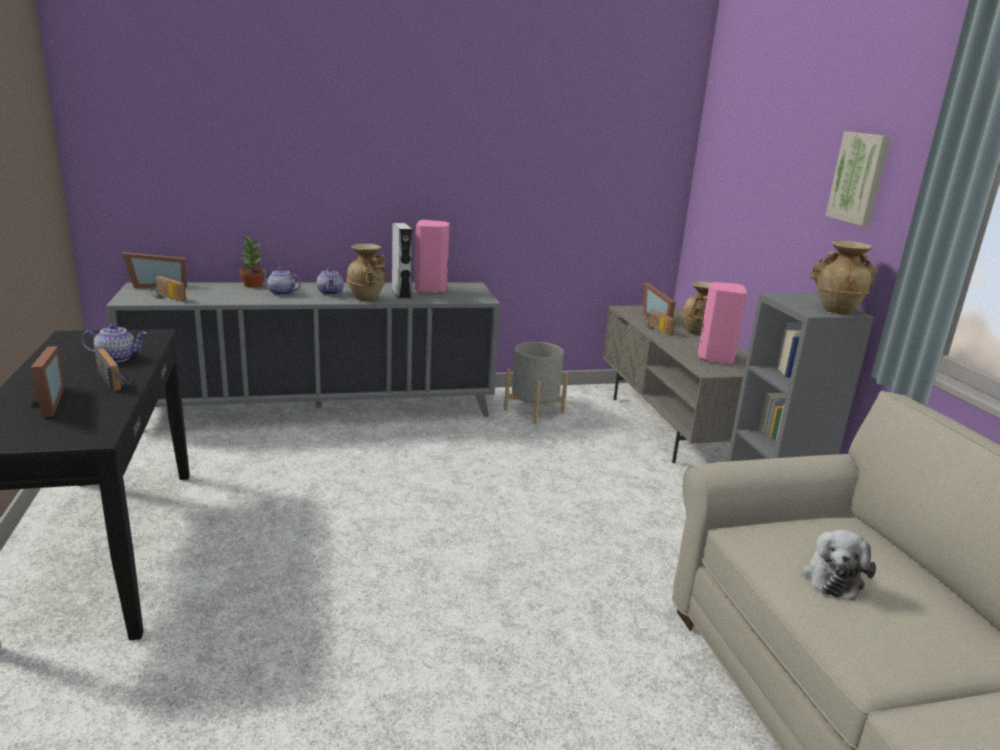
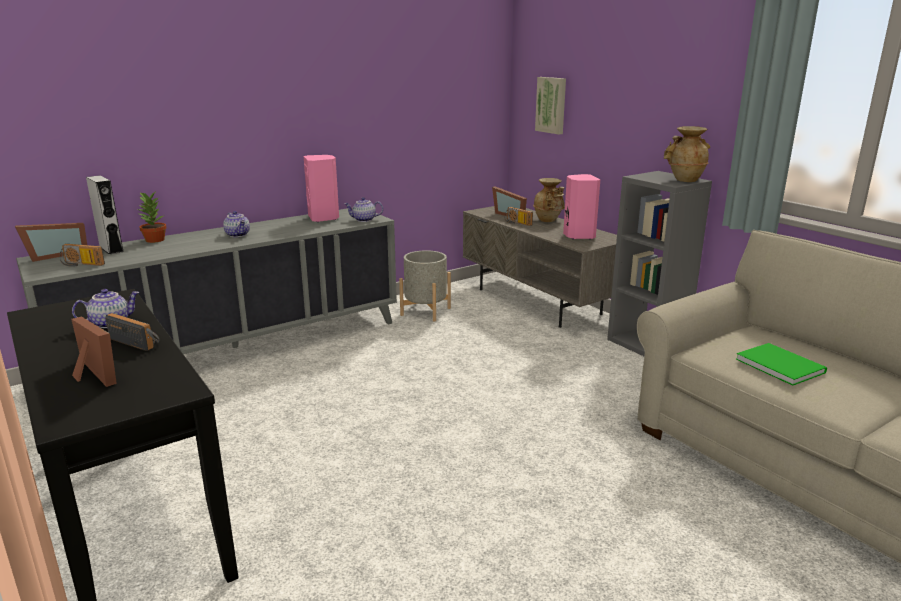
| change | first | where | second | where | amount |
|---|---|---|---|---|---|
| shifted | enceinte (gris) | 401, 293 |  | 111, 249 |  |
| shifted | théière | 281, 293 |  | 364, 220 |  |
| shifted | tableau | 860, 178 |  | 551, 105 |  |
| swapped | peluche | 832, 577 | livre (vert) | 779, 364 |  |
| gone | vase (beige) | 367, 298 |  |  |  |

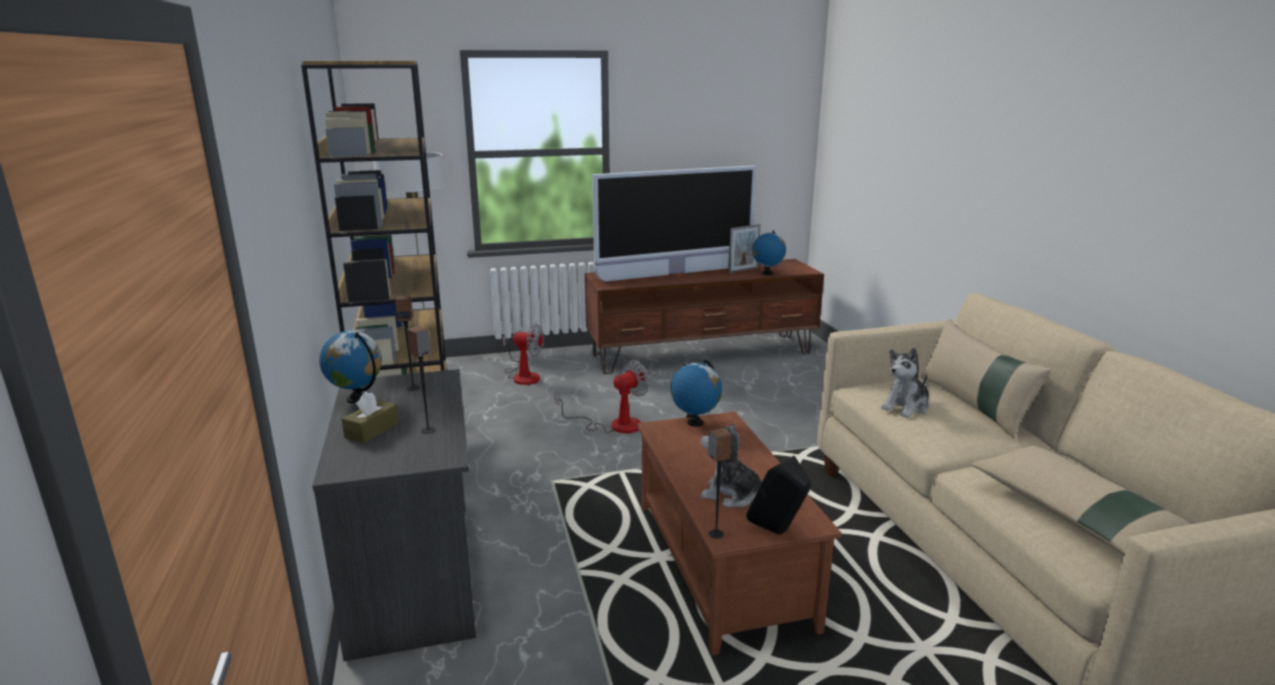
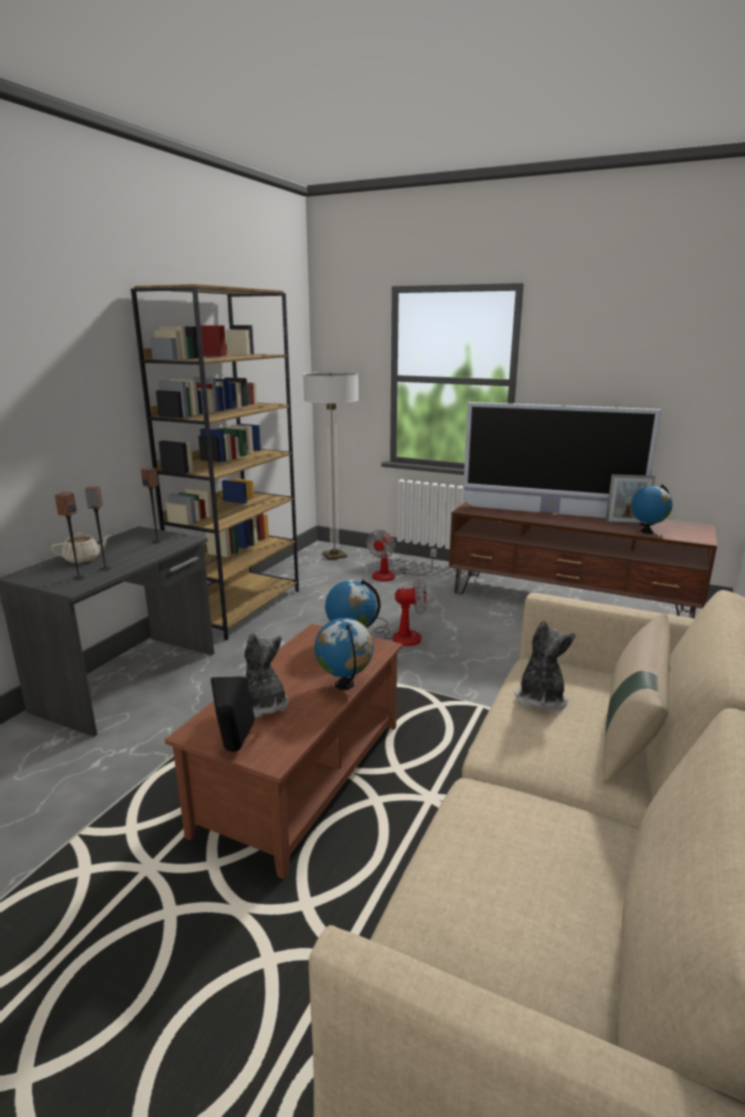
| change | first | where | second | where | amount |
|---|---|---|---|---|---|
| swapped | boîte à mouchoirs (marron) | 372, 430 | théière (beige) | 83, 559 |  |
| shifted | enceinte | 715, 534 |  | 78, 577 |  |
| shifted | globe | 357, 399 |  | 345, 685 |  |
| rotated | ventilateur | 523, 375 |  | 392, 575 | 60 degrees clockwise |
| rotated | peluche | 906, 407 |  | 540, 698 | 105 degrees clockwise |
| gone | coussin (beige) | 1075, 516 |  |  |  |

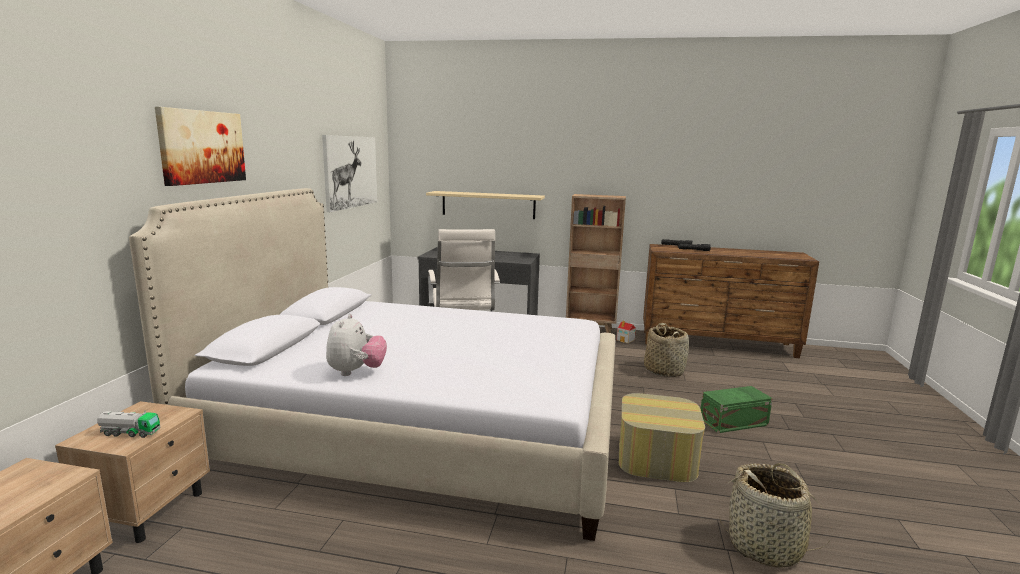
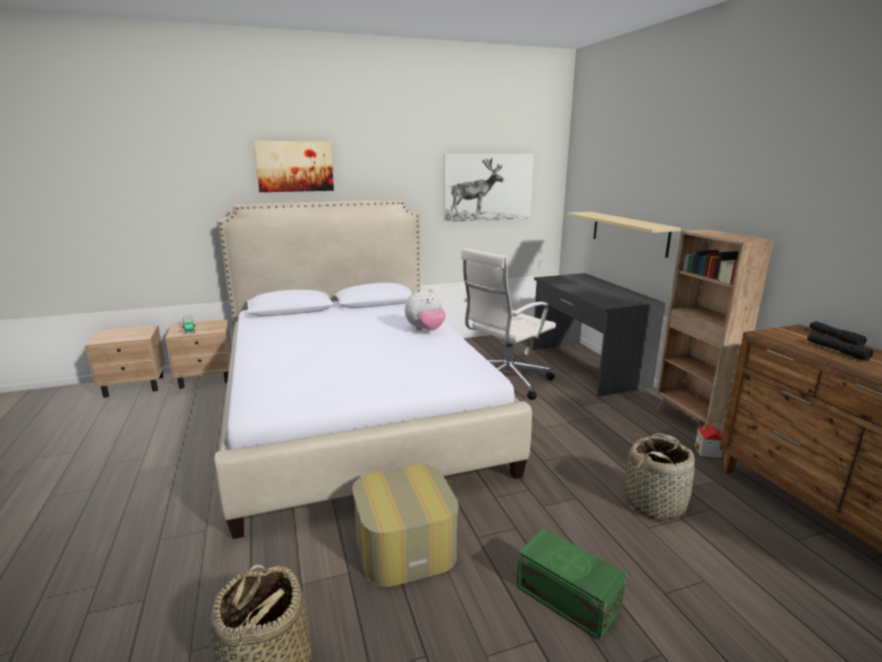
| change | first | where | second | where | amount |
|---|---|---|---|---|---|
| shifted | peluche | 356, 372 |  | 425, 330 |  |

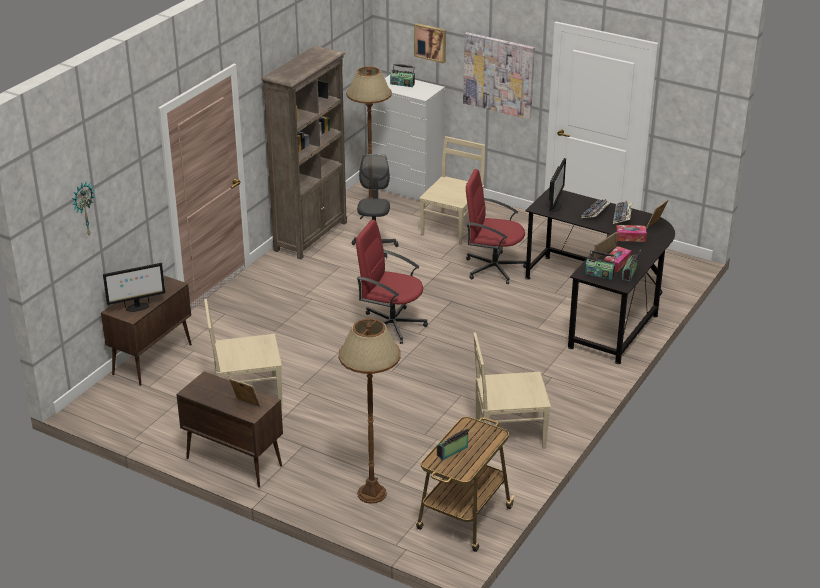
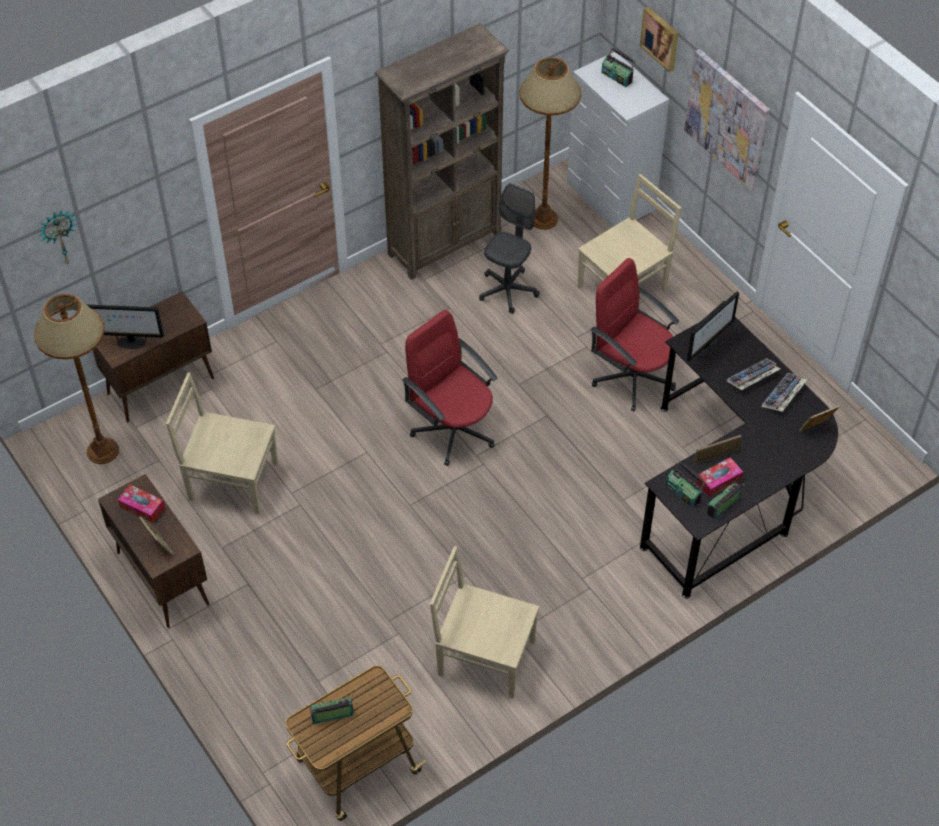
| change | first | where | second | where | amount |
|---|---|---|---|---|---|
| shifted | lampadaire (marron) | 371, 493 |  | 103, 450 |  |
| shifted | boîte à mouchoirs | 630, 237 |  | 142, 507 |  |

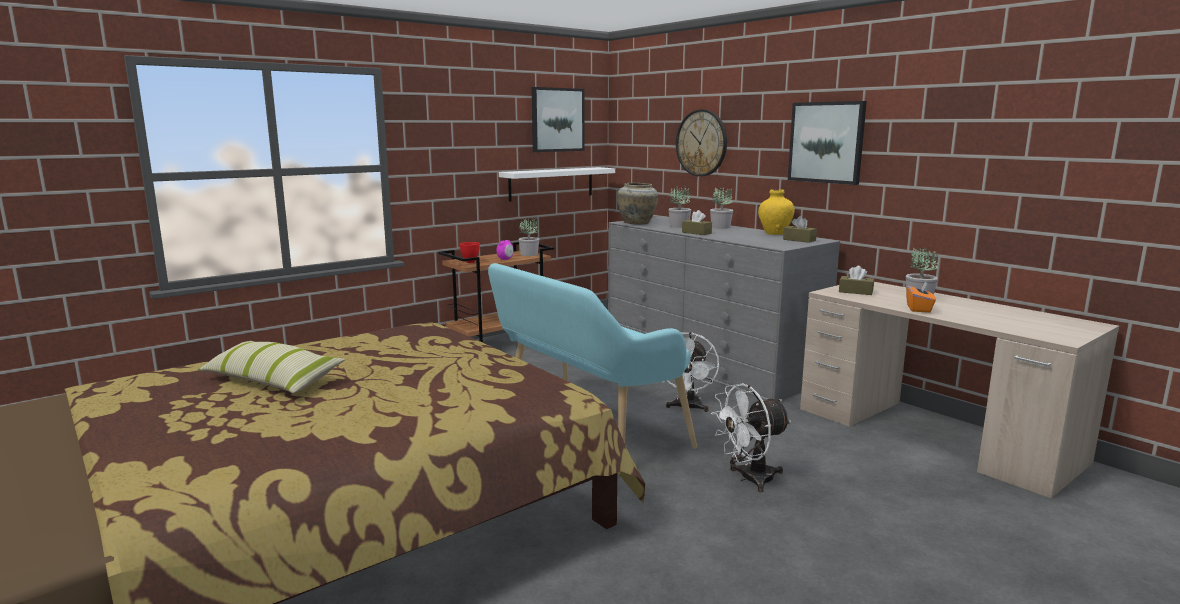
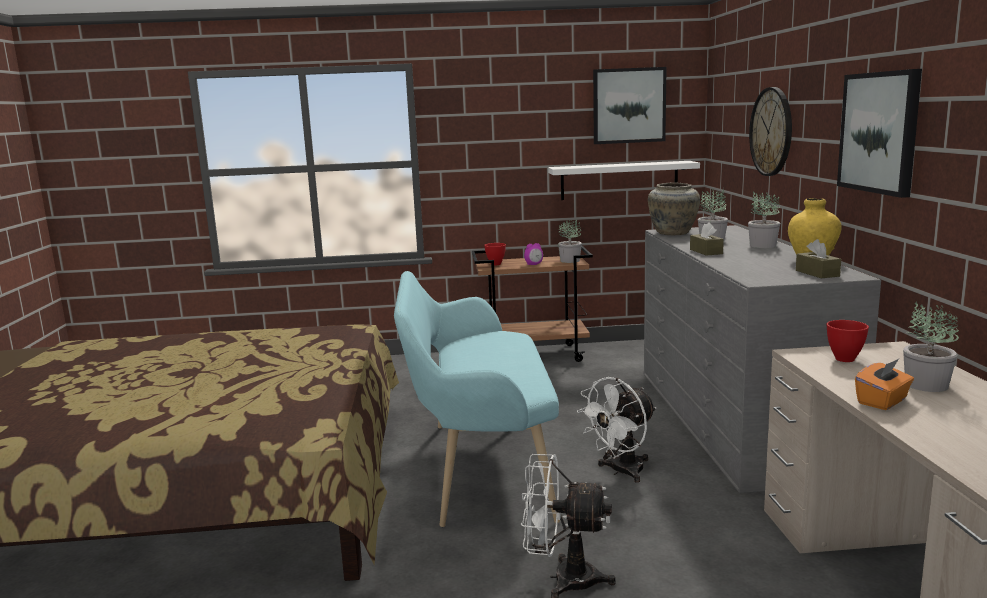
| change | first | where | second | where | amount |
|---|---|---|---|---|---|
| swapped | boîte à mouchoirs (marron) | 855, 292 | bol (rouge) | 843, 359 |  |
| gone | coussin | 272, 380 |  |  |  |

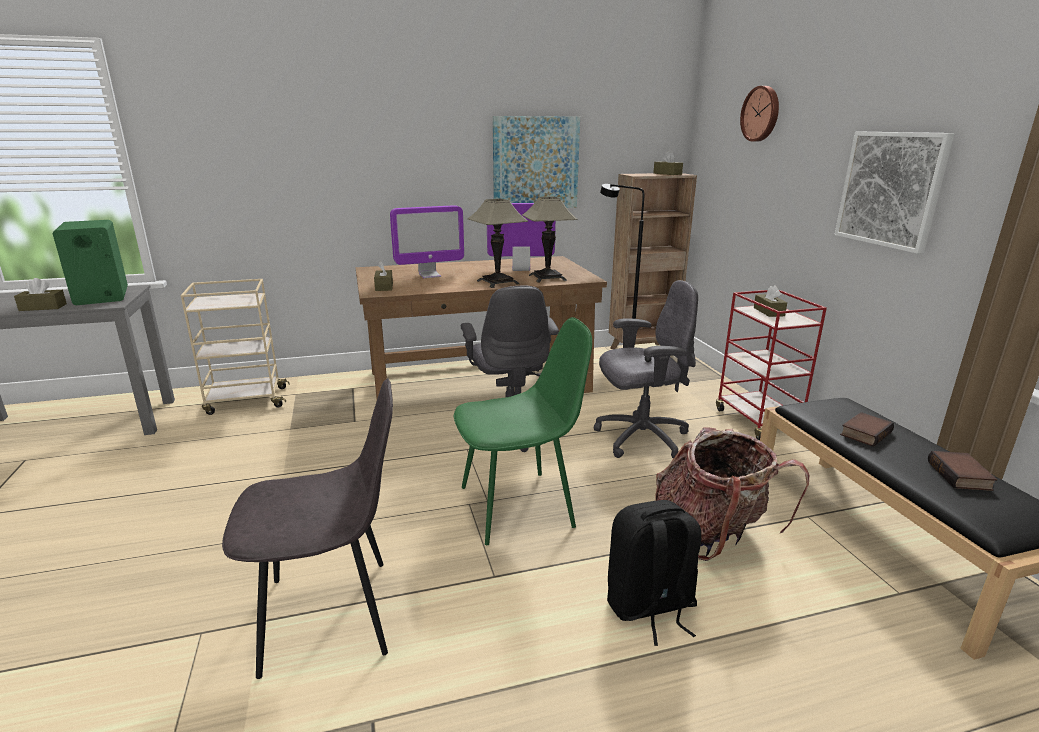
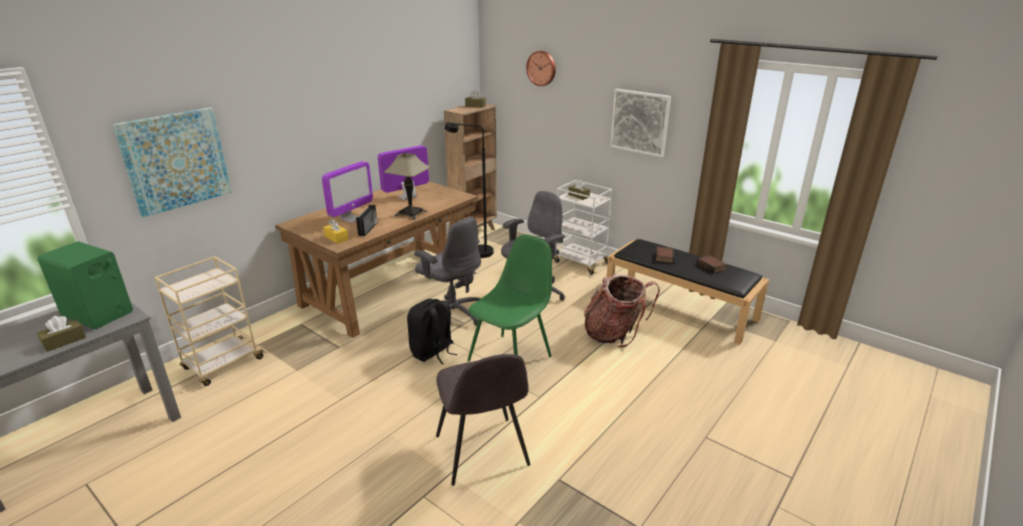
| change | first | where | second | where | amount |
|---|---|---|---|---|---|
| shifted | tableau | 535, 163 |  | 176, 160 |  |
| repainted | boîte à mouchoirs (marron) | 384, 286 | boîte à mouchoirs (jaune) | 336, 238 |  |
| new |  |  | radio | 368, 229 |  |
| shifted | sac à dos (noir) | 650, 607 |  | 432, 352 |  |
| rotated | chaise (gris) | 332, 614 |  | 482, 452 | 120 degrees clockwise |
| repainted | chariot (rouge) | 757, 420 | chariot (blanc) | 580, 262 |  |
| gone | lampe de table | 547, 278 |  |  |  |

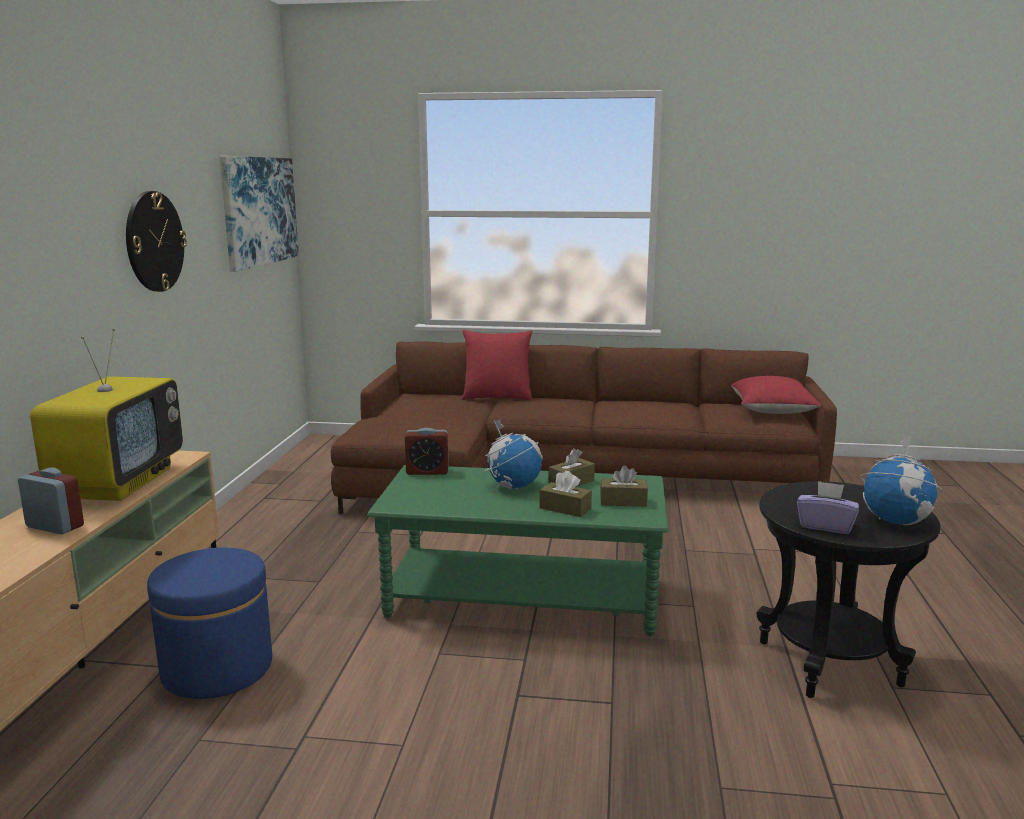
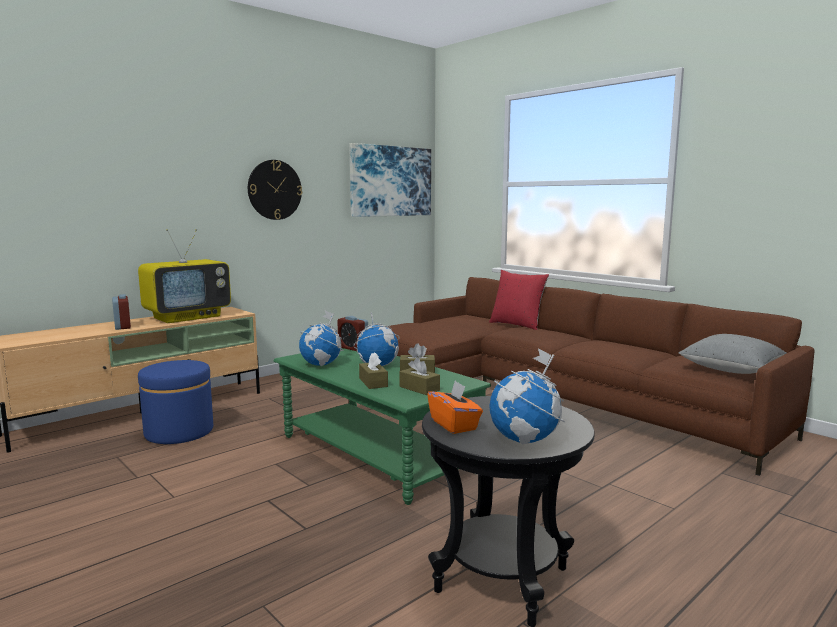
| change | first | where | second | where | amount |
|---|---|---|---|---|---|
| new |  |  | globe | 321, 364 |  |
| repainted | boîte à mouchoirs (violet) | 825, 526 | boîte à mouchoirs (orange) | 454, 425 |  |
| repainted | coussin (rouge) | 772, 411 | coussin (gris) | 731, 370 |  |

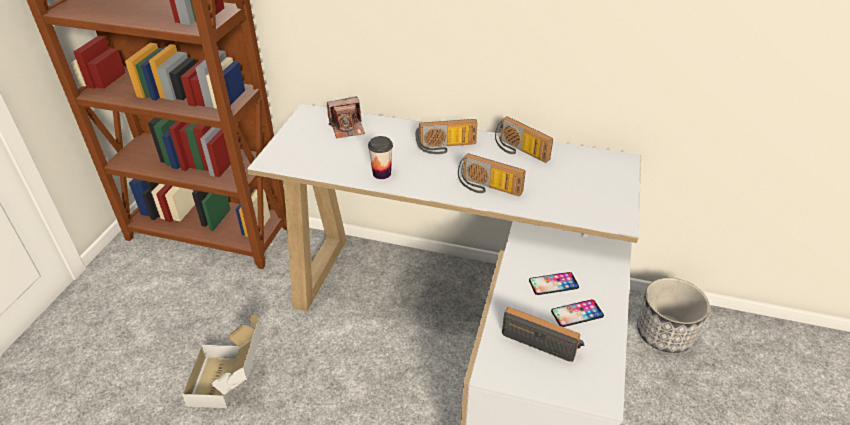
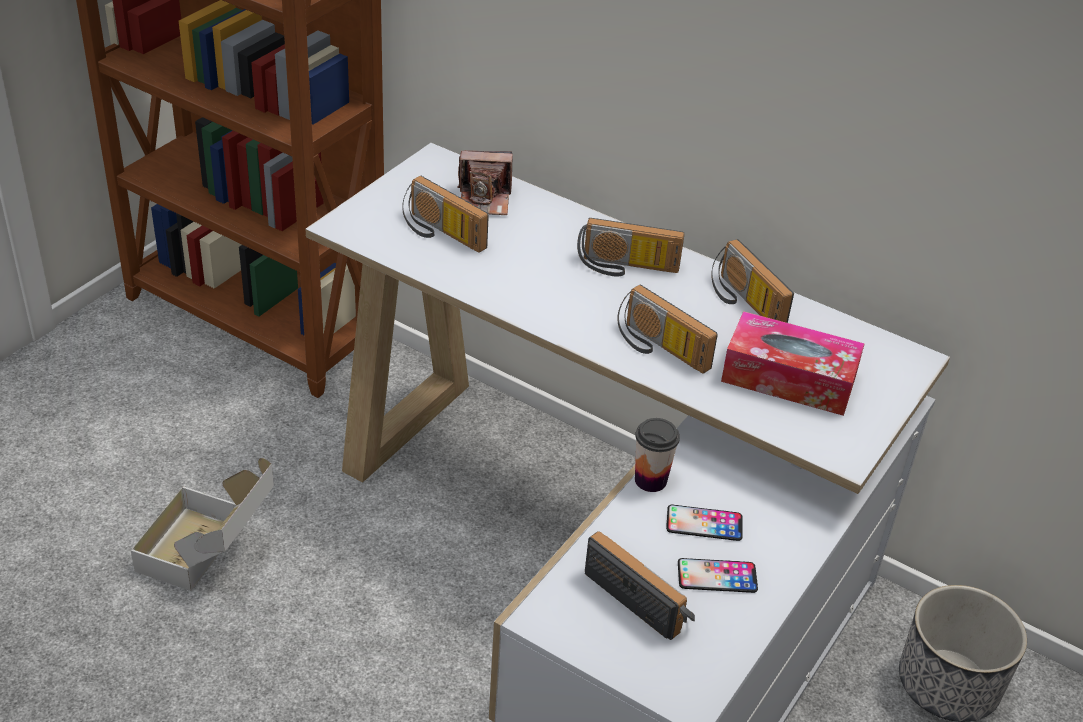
| change | first | where | second | where | amount |
|---|---|---|---|---|---|
| new |  |  | radio | 440, 233 |  |
| shifted | tasse | 382, 173 |  | 650, 480 |  |
| new |  |  | boîte à mouchoirs | 788, 378 |  |

